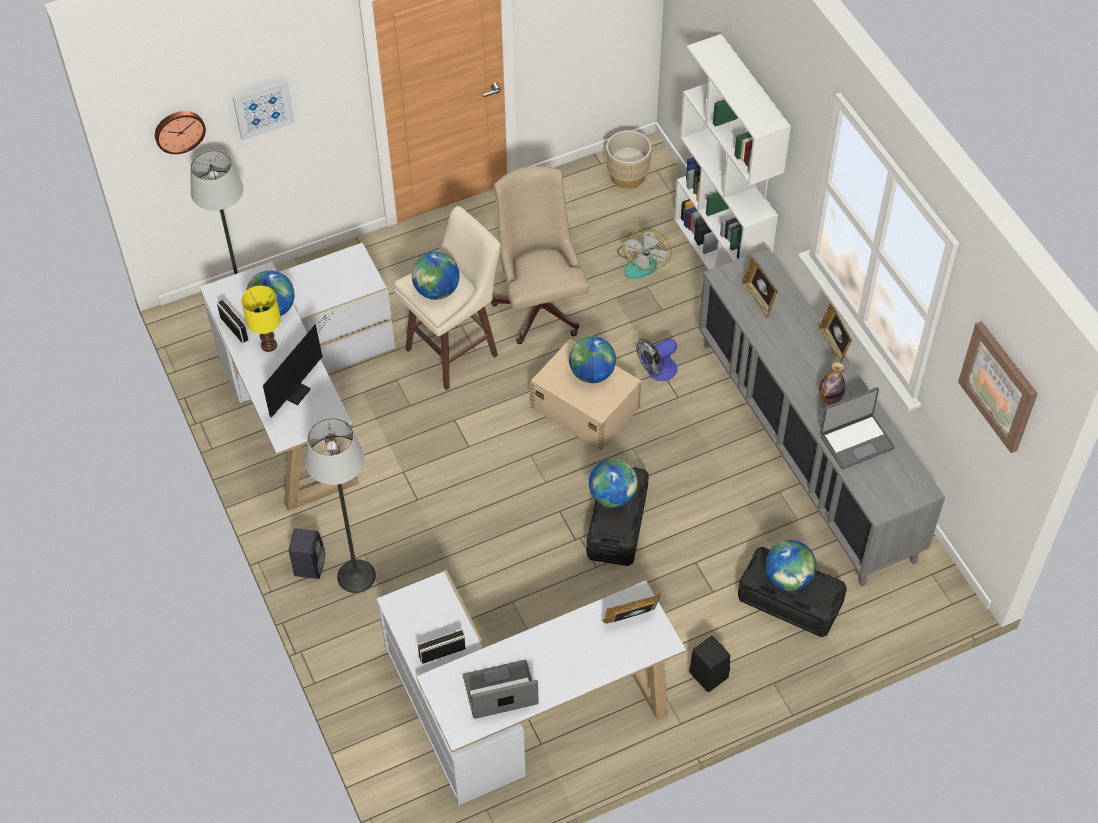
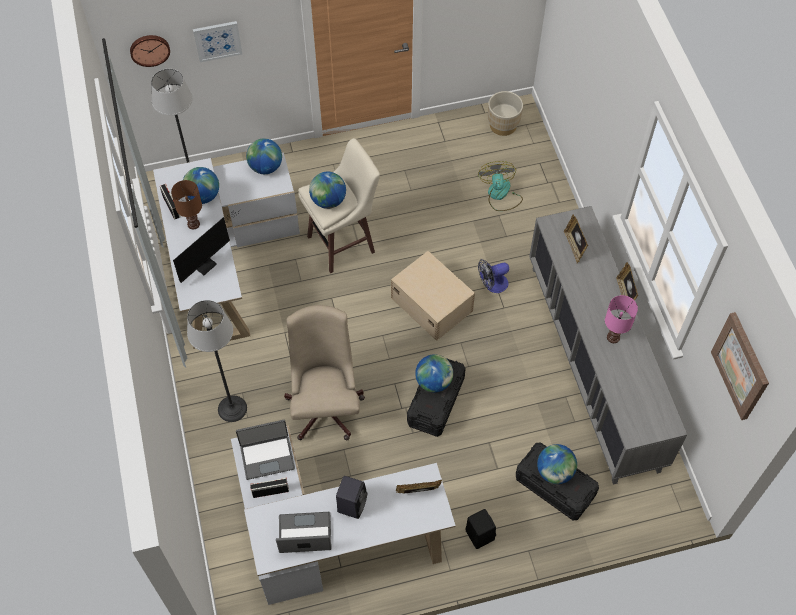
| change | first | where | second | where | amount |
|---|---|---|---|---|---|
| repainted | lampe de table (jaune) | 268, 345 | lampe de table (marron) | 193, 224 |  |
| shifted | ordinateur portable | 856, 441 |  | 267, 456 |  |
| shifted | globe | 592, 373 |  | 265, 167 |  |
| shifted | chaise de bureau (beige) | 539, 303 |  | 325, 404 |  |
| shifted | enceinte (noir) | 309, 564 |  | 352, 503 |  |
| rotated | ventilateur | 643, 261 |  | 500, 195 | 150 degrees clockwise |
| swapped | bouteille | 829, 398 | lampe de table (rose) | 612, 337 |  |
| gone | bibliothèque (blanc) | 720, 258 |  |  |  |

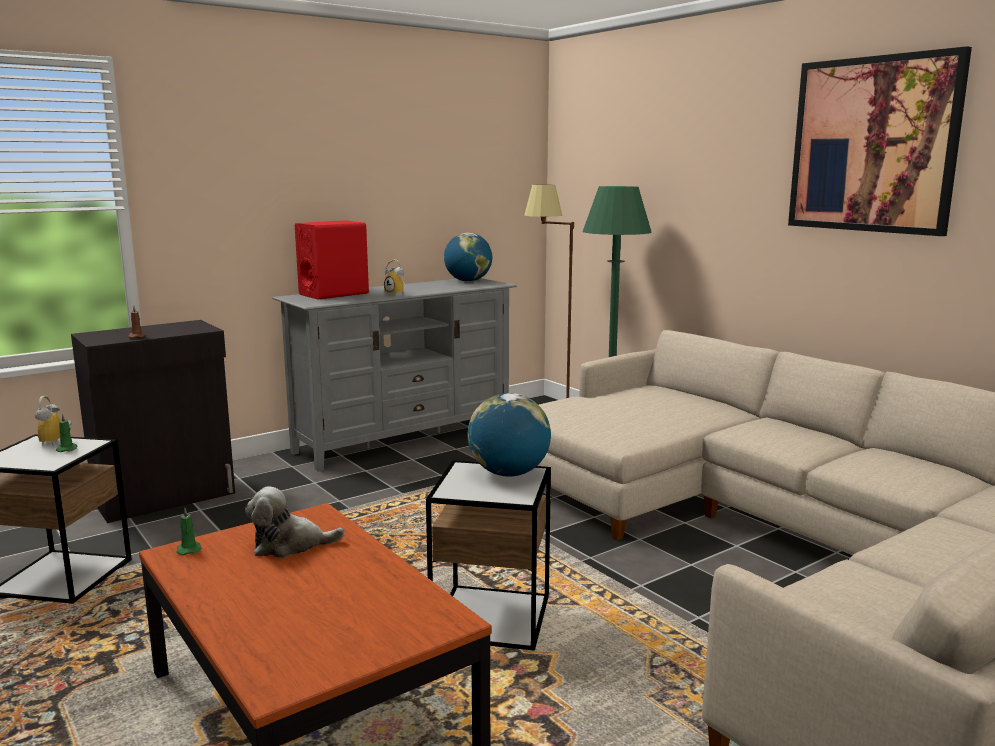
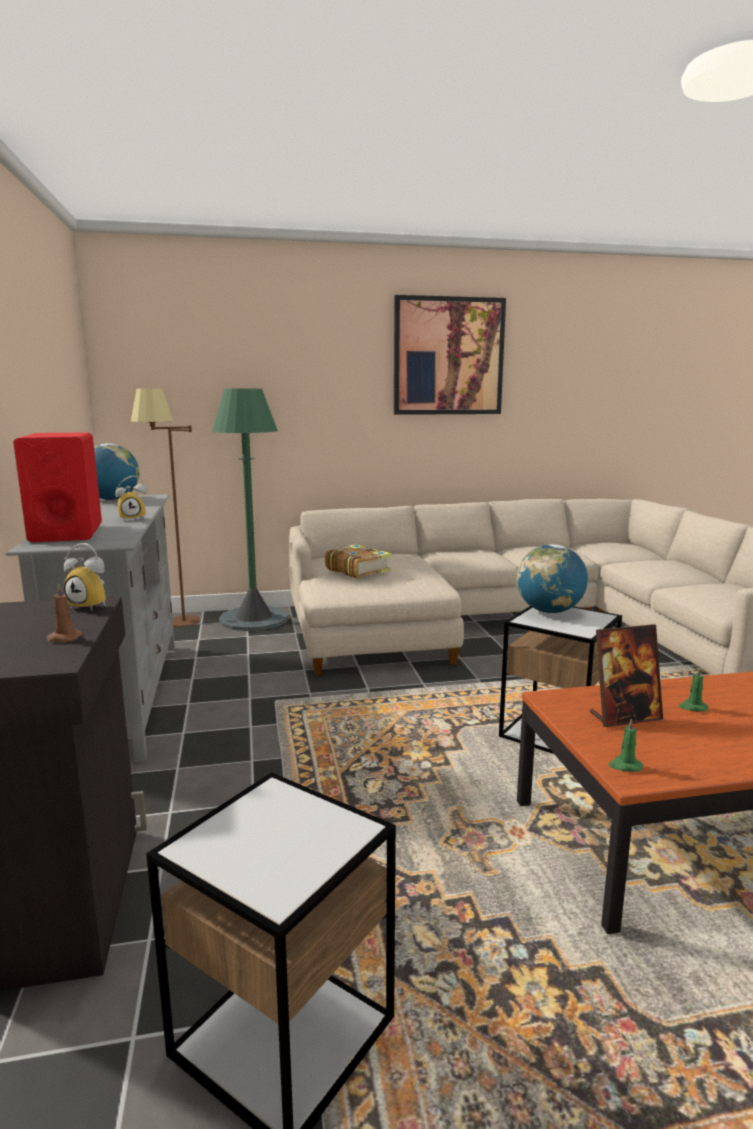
| change | first | where | second | where | amount |
|---|---|---|---|---|---|
| shifted | réveil | 56, 442 |  | 92, 606 |  |
| new |  |  | livre | 357, 570 |  |
| swapped | peluche | 290, 545 | cadre photo | 625, 717 |  |
| shifted | bougie (vert) | 67, 449 |  | 692, 707 |  |

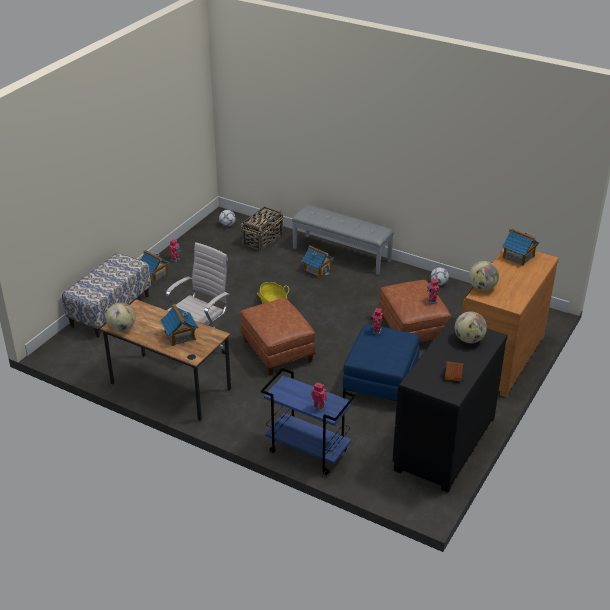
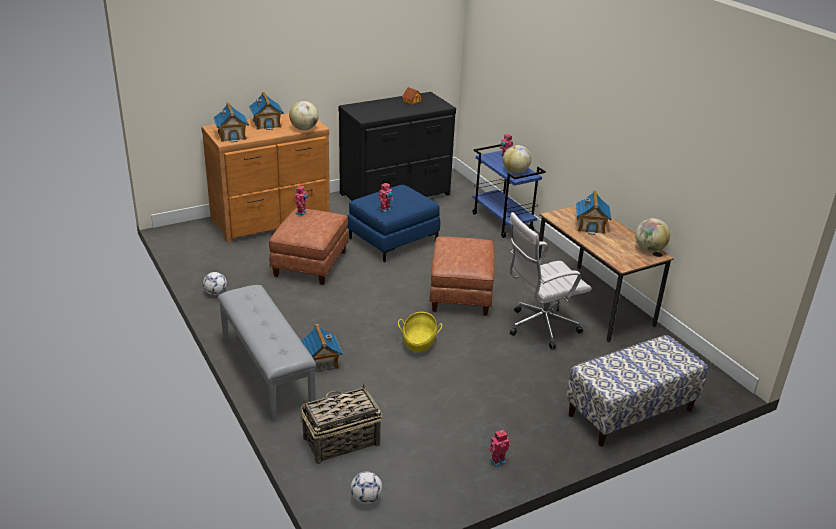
| change | first | where | second | where | amount |
|---|---|---|---|---|---|
| shifted | maison miniature | 154, 274 |  | 267, 124 |  |
| shifted | globe | 469, 340 |  | 515, 172 |  |

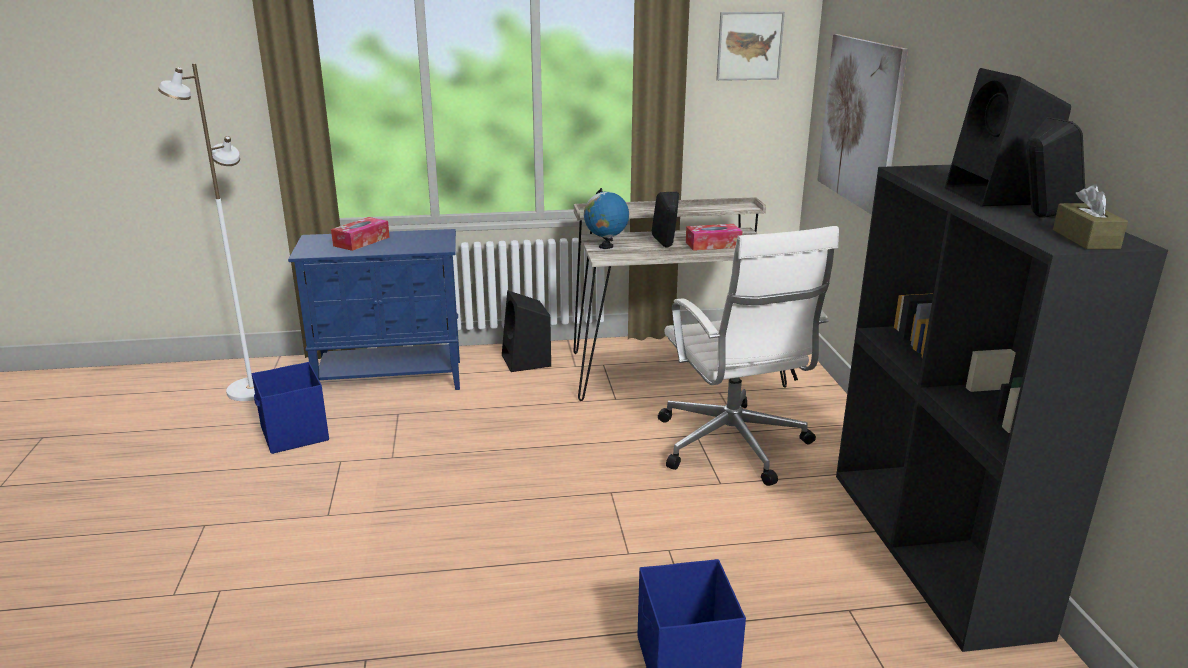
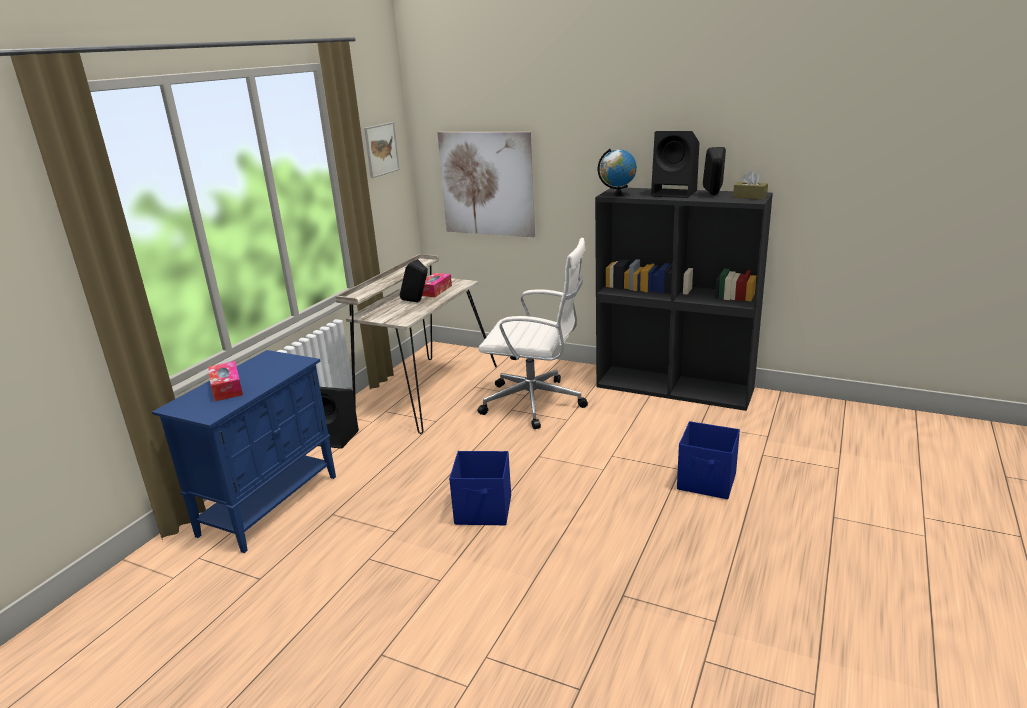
| change | first | where | second | where | amount |
|---|---|---|---|---|---|
| shifted | boîte de rangement (bleu) | 294, 434 |  | 484, 510 |  |
| shifted | globe | 605, 246 |  | 618, 195 |  |
| gone | lampadaire (blanc) | 251, 390 |  |  |  |

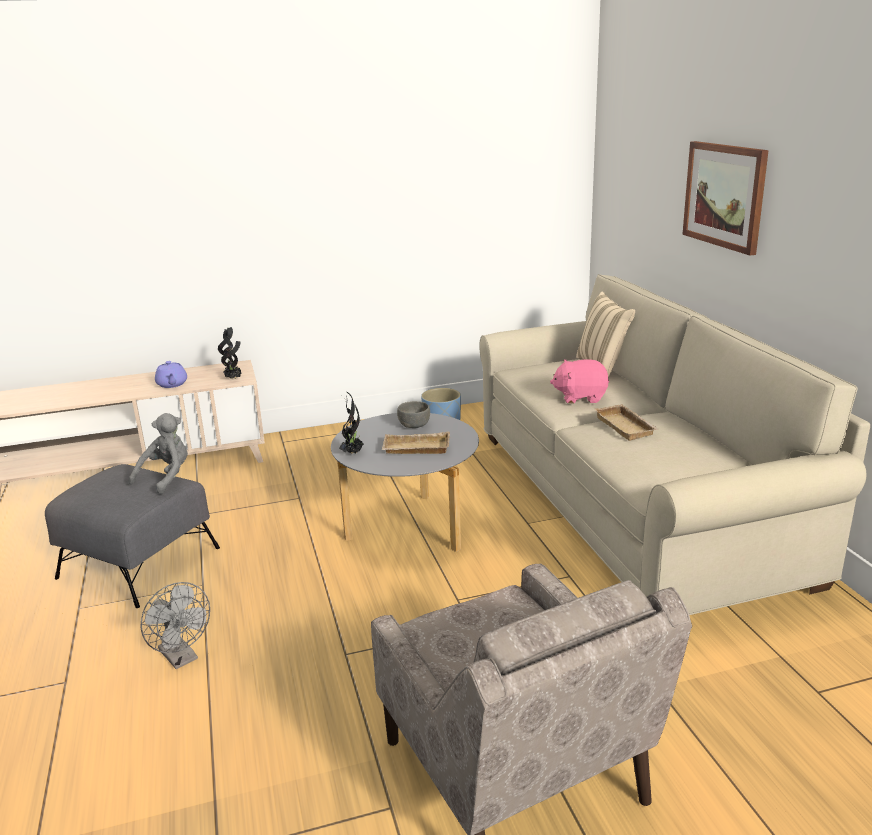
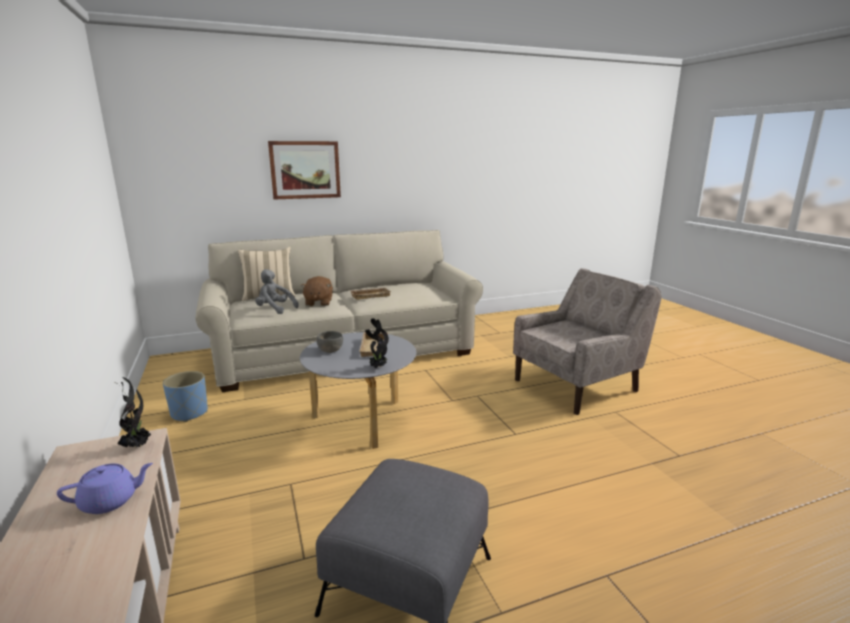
| change | first | where | second | where | amount |
|---|---|---|---|---|---|
| shifted | peluche (gris) | 167, 477 |  | 274, 309 |  |
| repainted | peluche (rose) | 580, 397 | peluche (marron) | 318, 302 |  |
| gone | ventilateur (gris) | 182, 658 |  |  |  |

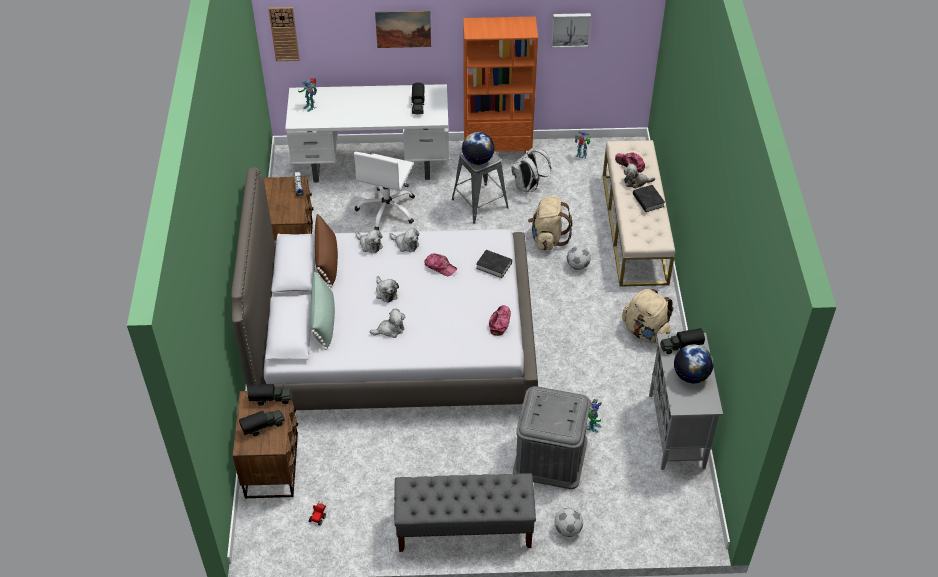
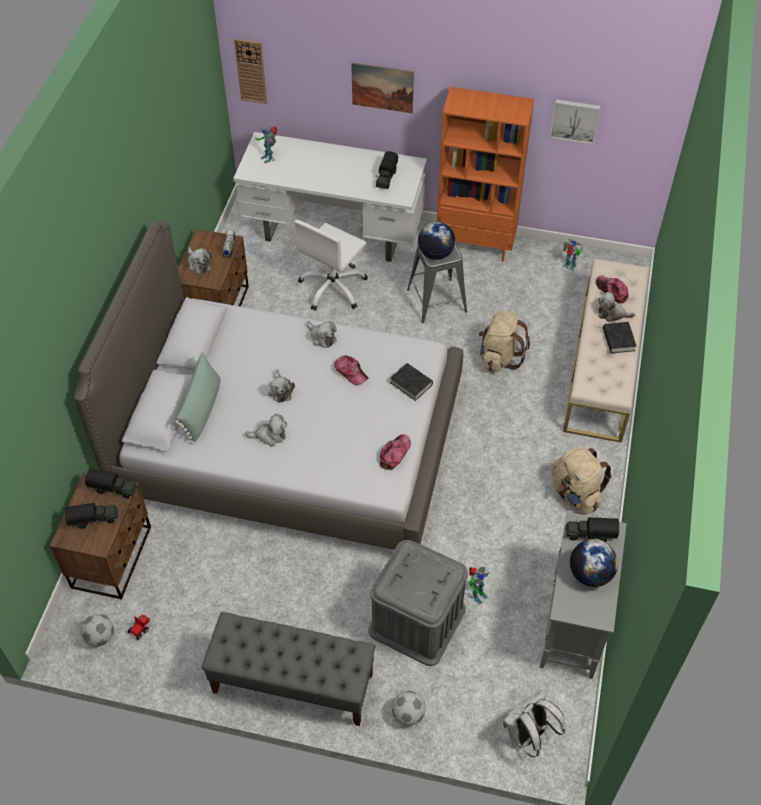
| change | first | where | second | where | amount |
|---|---|---|---|---|---|
| shifted | ballon de foot | 578, 266 |  | 100, 637 |  |
| shifted | peluche | 369, 245 |  | 199, 264 |  |
| shifted | sac à dos (blanc) | 528, 187 |  | 528, 735 |  |
| gone | coussin (marron) | 327, 260 |  |  |  |

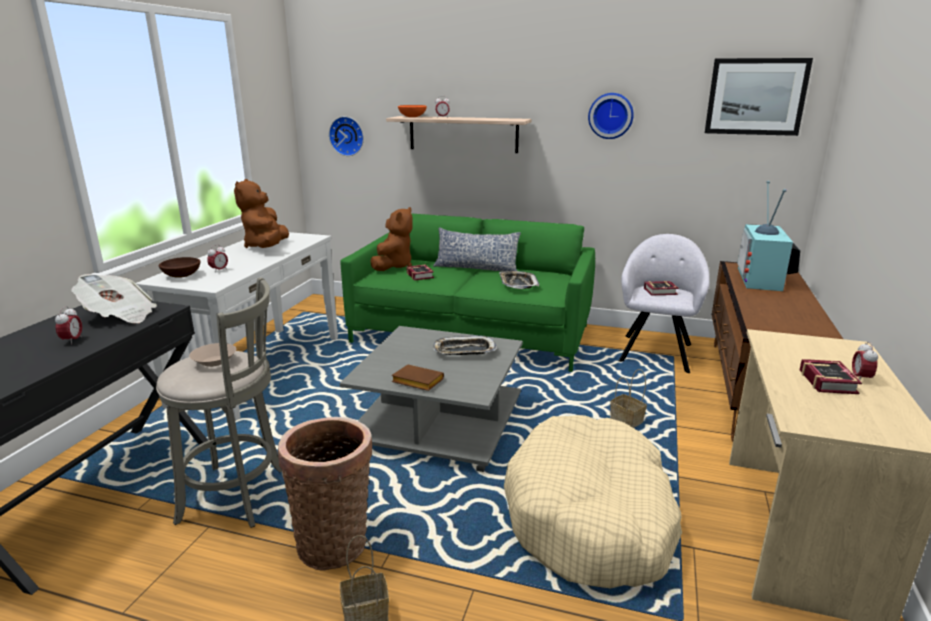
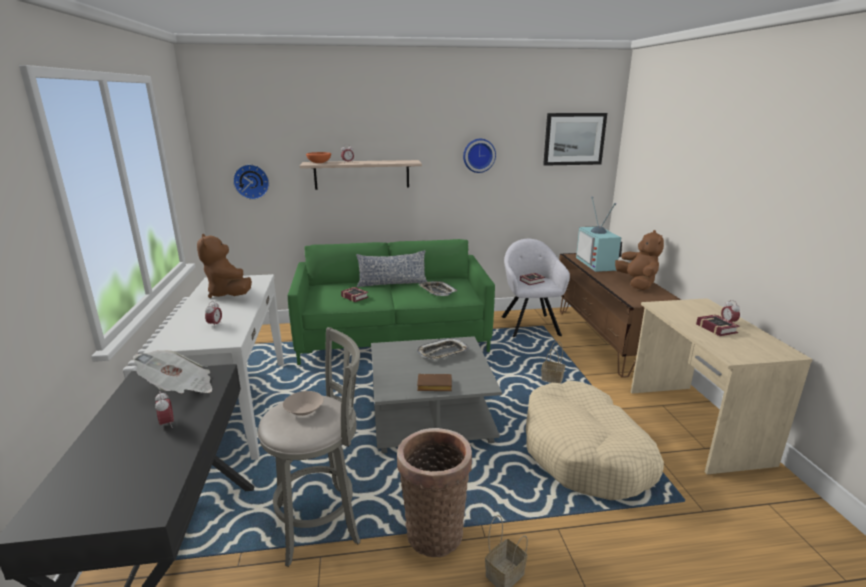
| change | first | where | second | where | amount |
|---|---|---|---|---|---|
| shifted | peluche (marron) | 393, 266 |  | 637, 283 |  |
| gone | bol (marron) | 182, 276 |  |  |  |

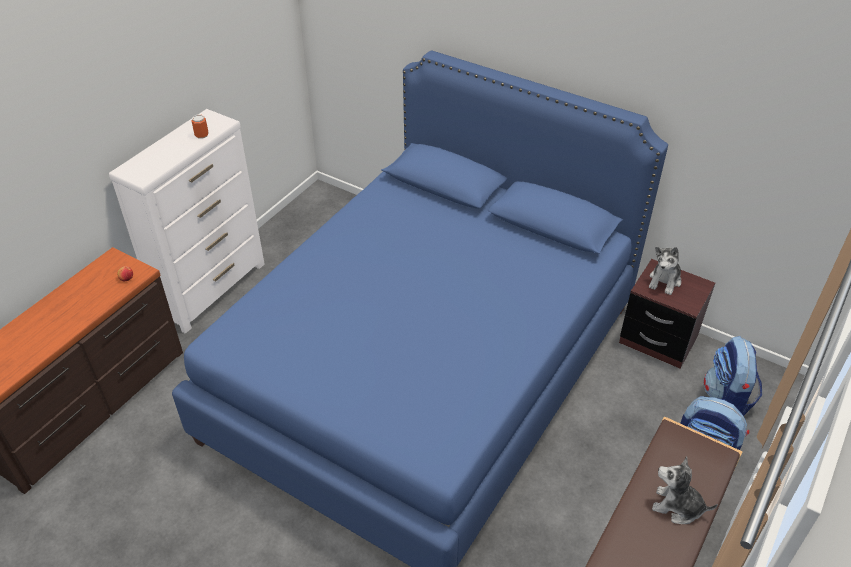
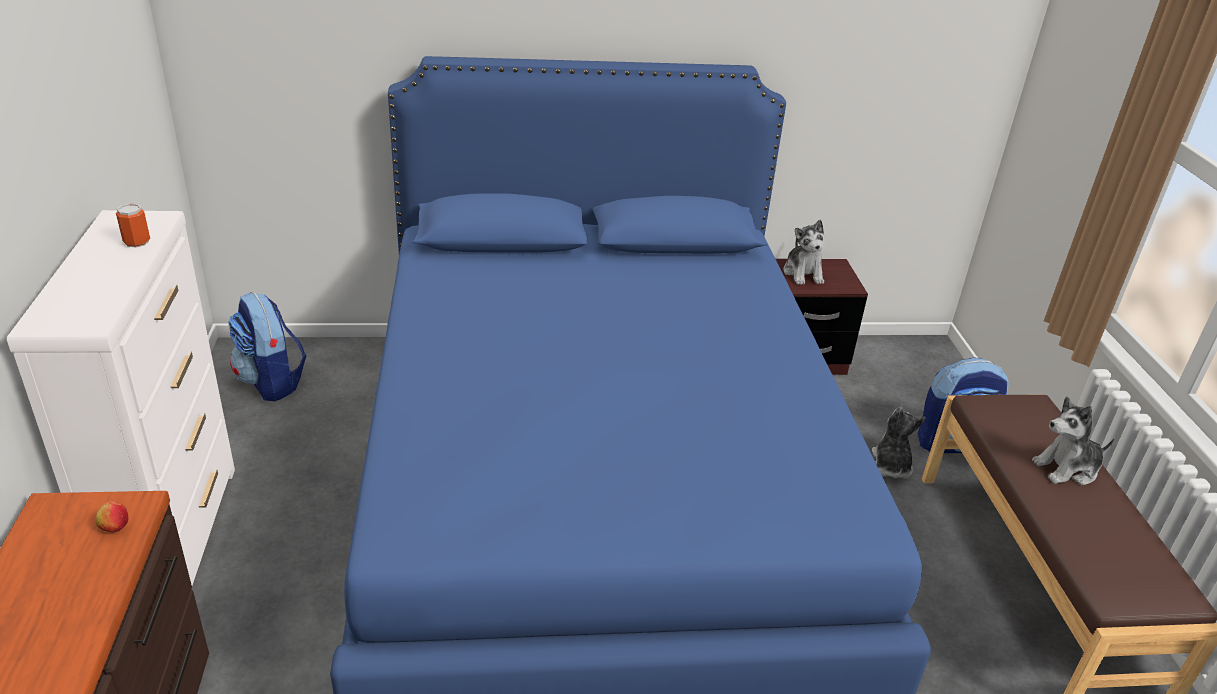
| change | first | where | second | where | amount |
|---|---|---|---|---|---|
| shifted | sac à dos | 726, 399 |  | 271, 382 |  |
| new |  |  | peluche | 890, 466 |  |

